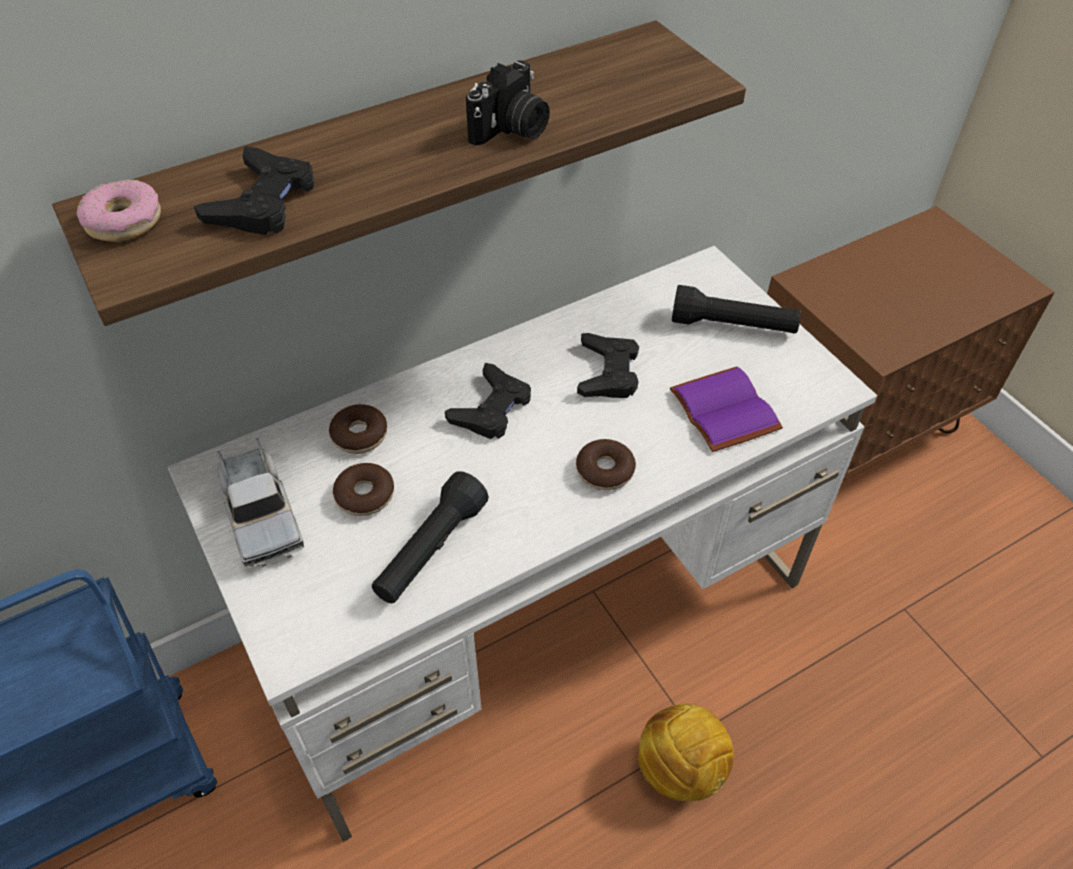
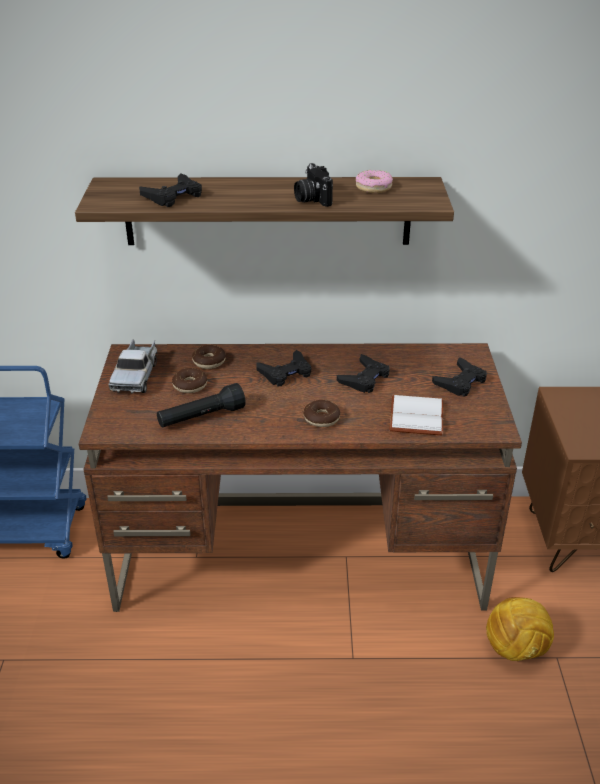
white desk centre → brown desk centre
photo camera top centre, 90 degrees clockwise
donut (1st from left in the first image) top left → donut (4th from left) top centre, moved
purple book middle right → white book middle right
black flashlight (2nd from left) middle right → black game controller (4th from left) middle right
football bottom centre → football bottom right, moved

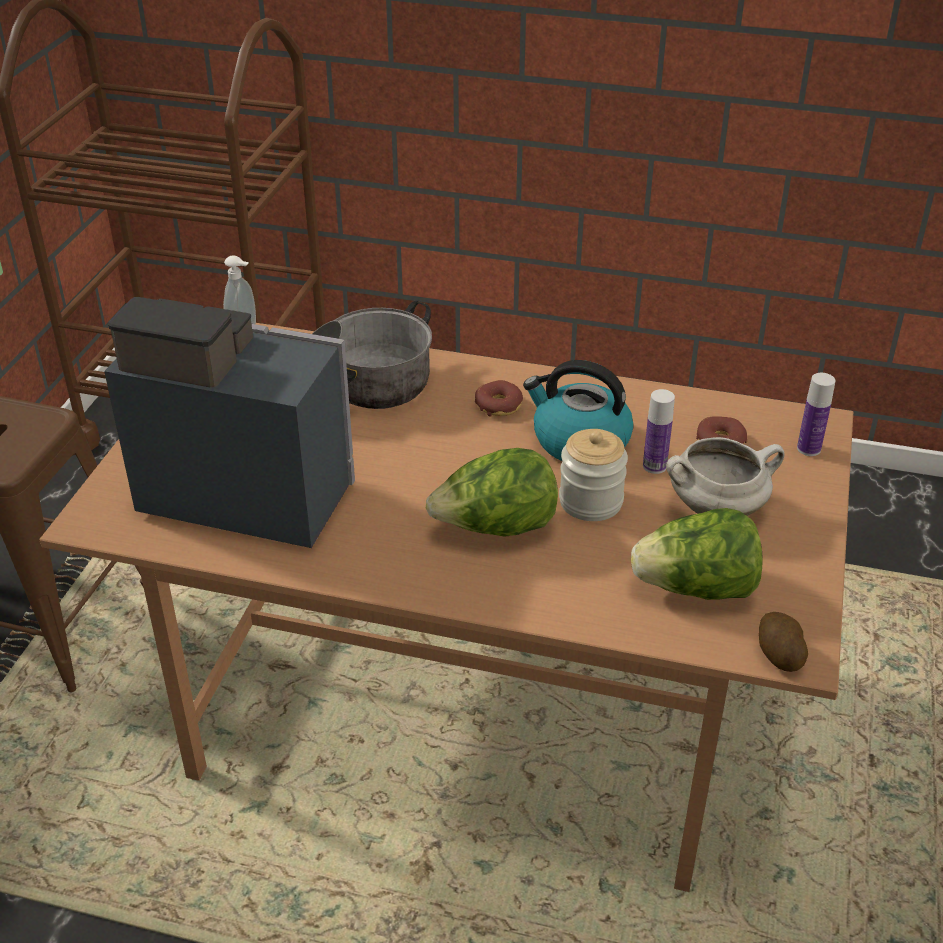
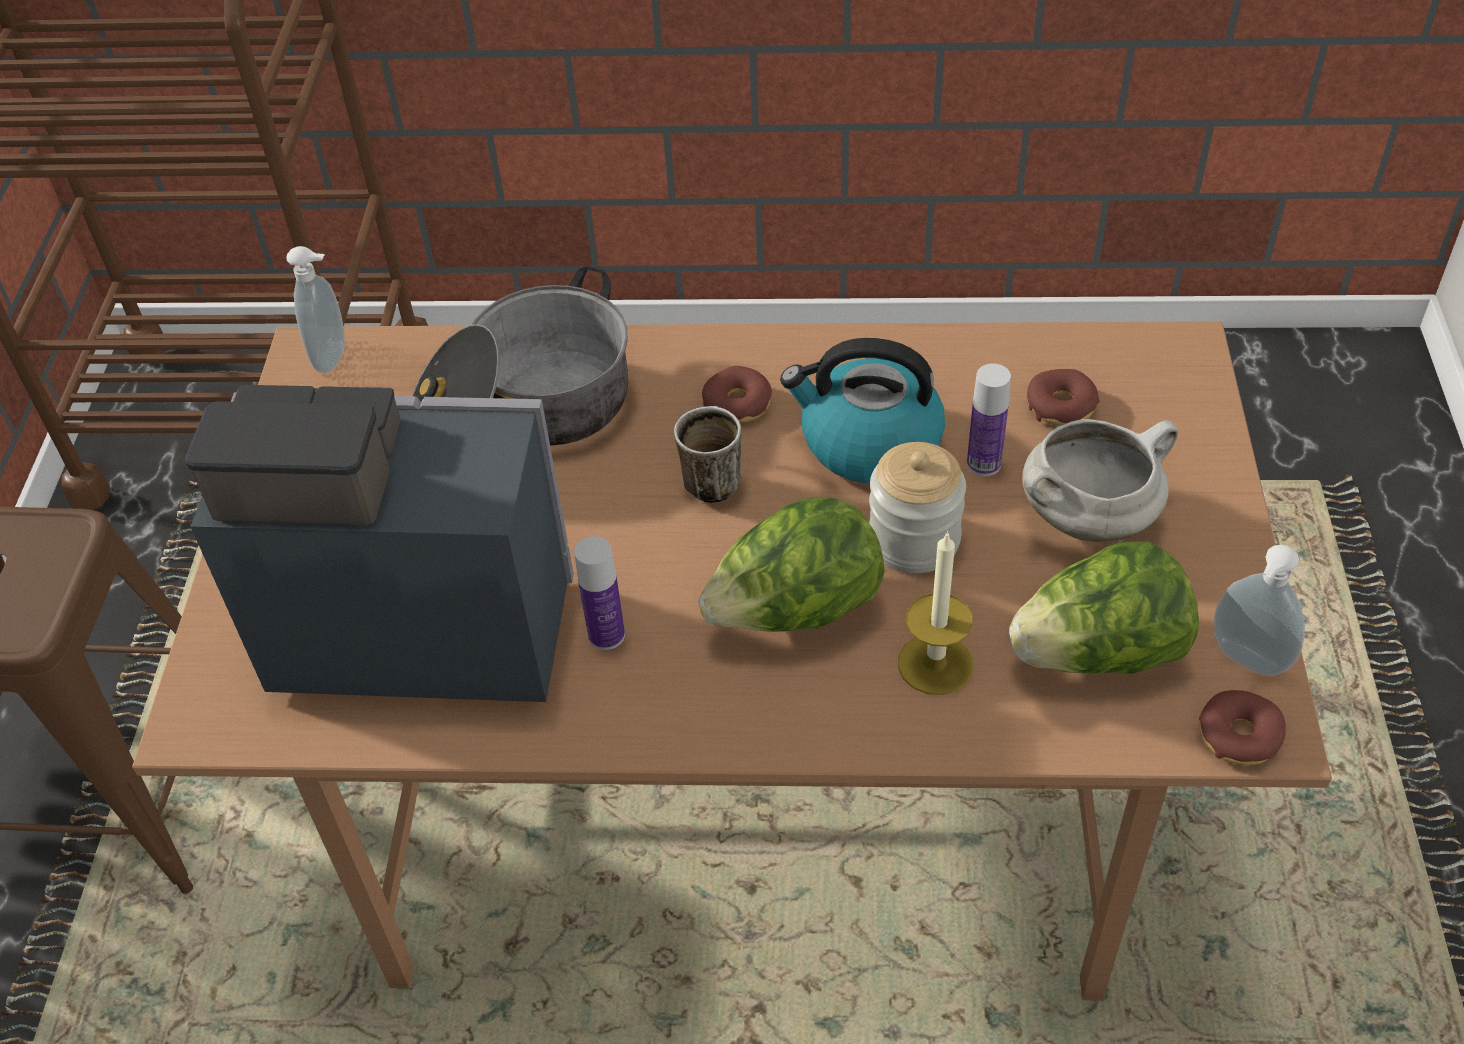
bottle (2nd from left in the first image) middle right → bottle (1st from left) centre, moved
- → mug centre
- → candle centre
potato bottom right → donut (3rd from left) bottom right
- → soap dispenser (2nd from left) middle right

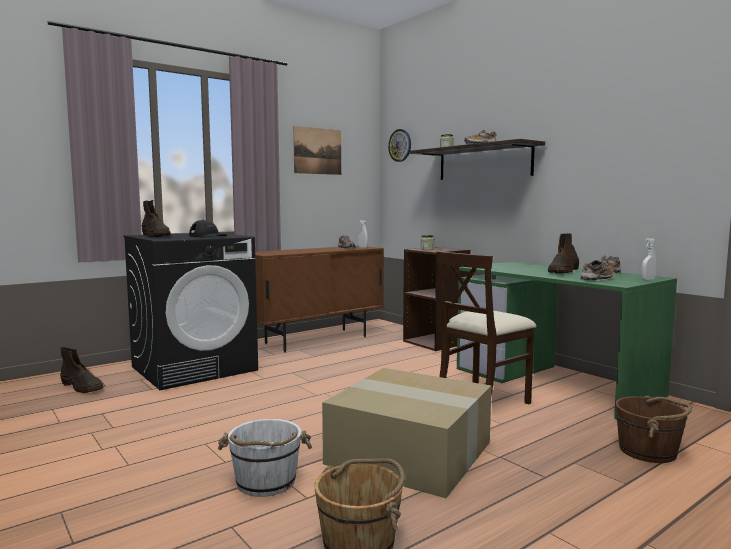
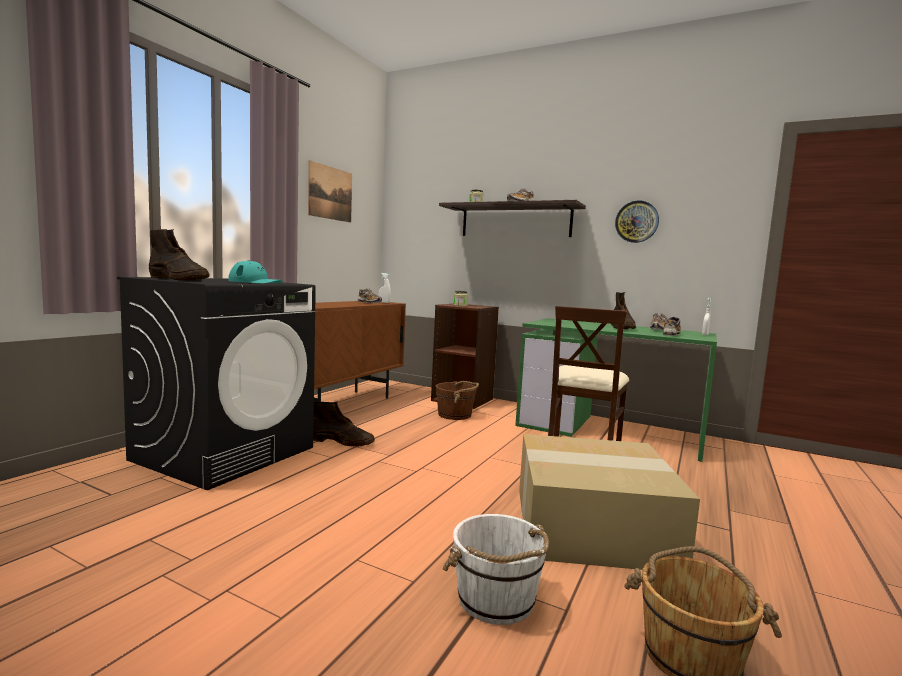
black cap middle left → turquoise cap middle left
brown boot (1st from left in the first image) bottom left → brown boot (2nd from left) centre, moved
brown bucket (2nd from left in the first image) bottom right → brown bucket (1st from left) centre, moved
wall clock top centre → wall clock top right, moved

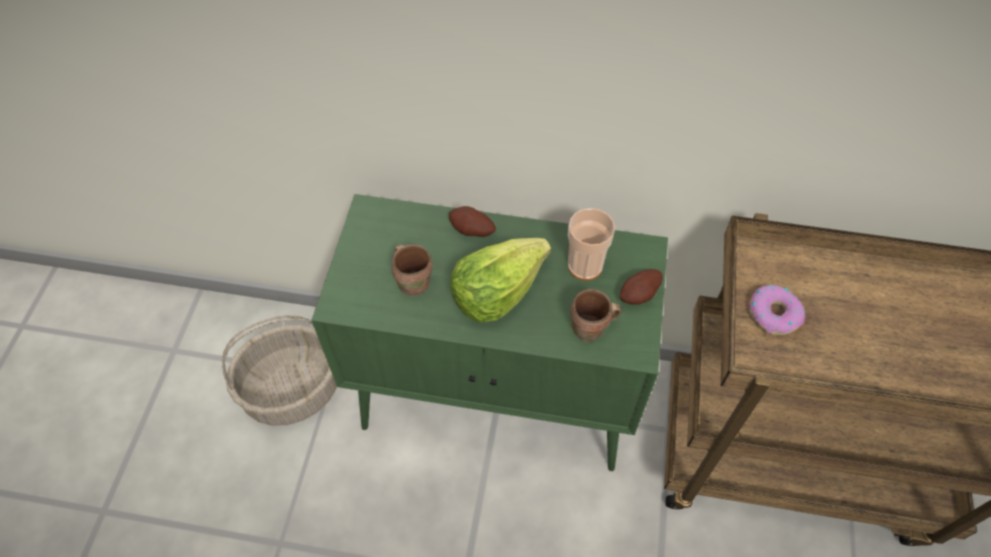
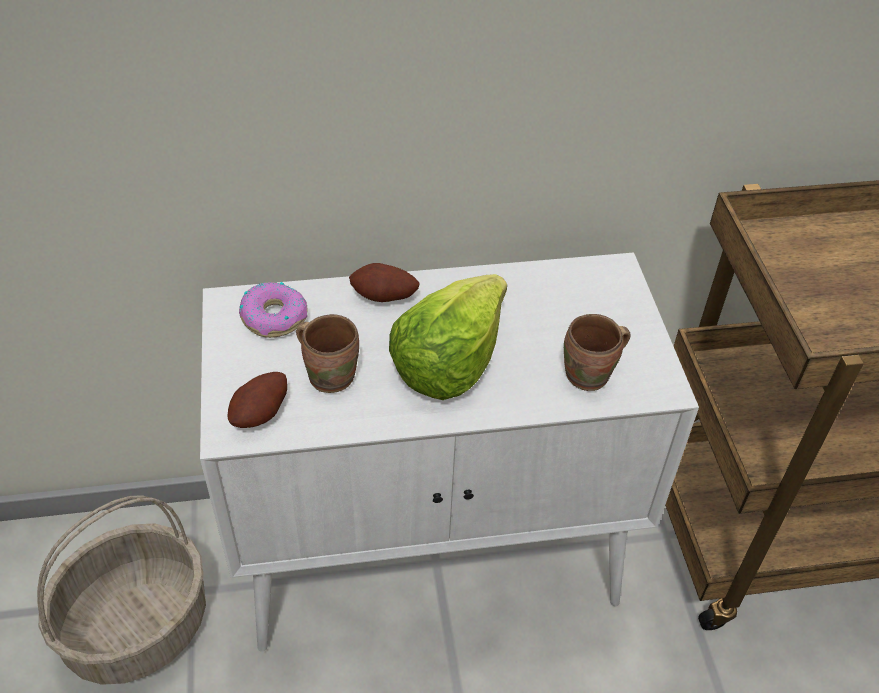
green cabinet centre → white cabinet centre
potato (2nd from left in the first image) centre → potato (1st from left) middle left, moved
donut middle right → donut middle left, moved
cup centre → -

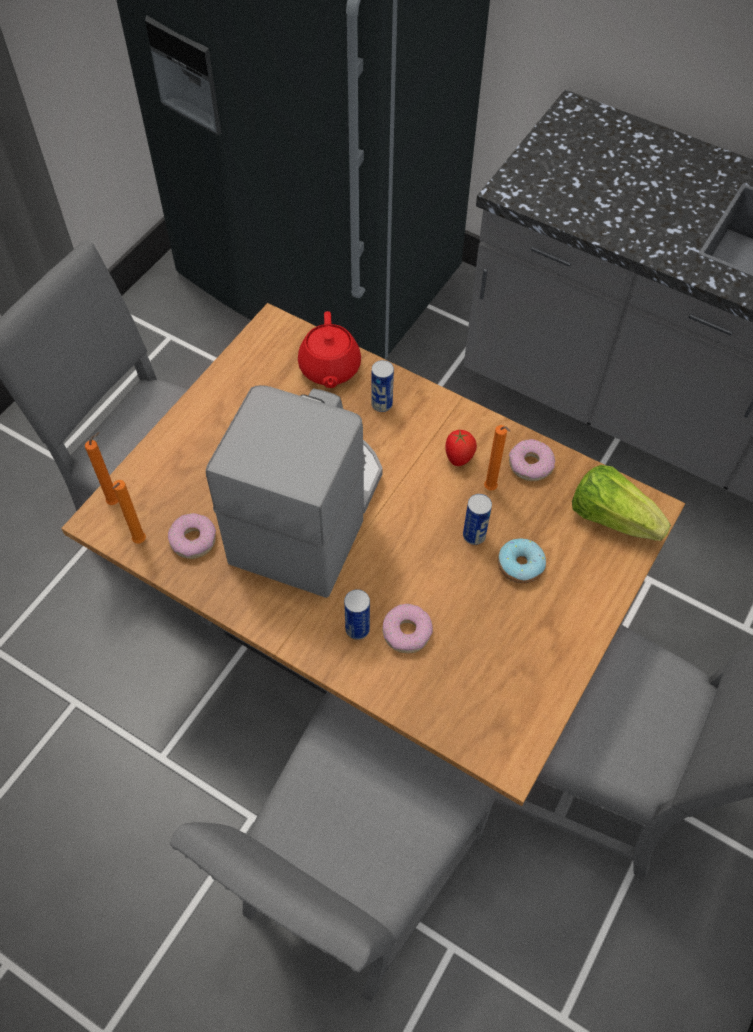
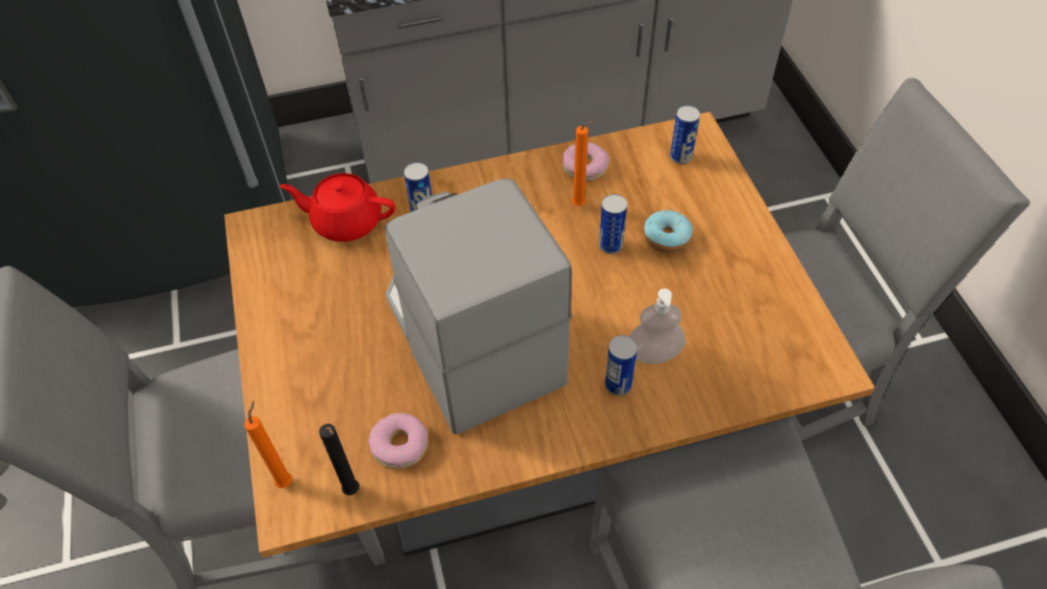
red teapot centre → red teapot middle left, 150 degrees clockwise
orange candle (2nd from left) middle left → black candle bottom left
donut (2nd from left) centre → soap dispenser centre
lettuce middle right → can (4th from left) top centre
tomato centre → -

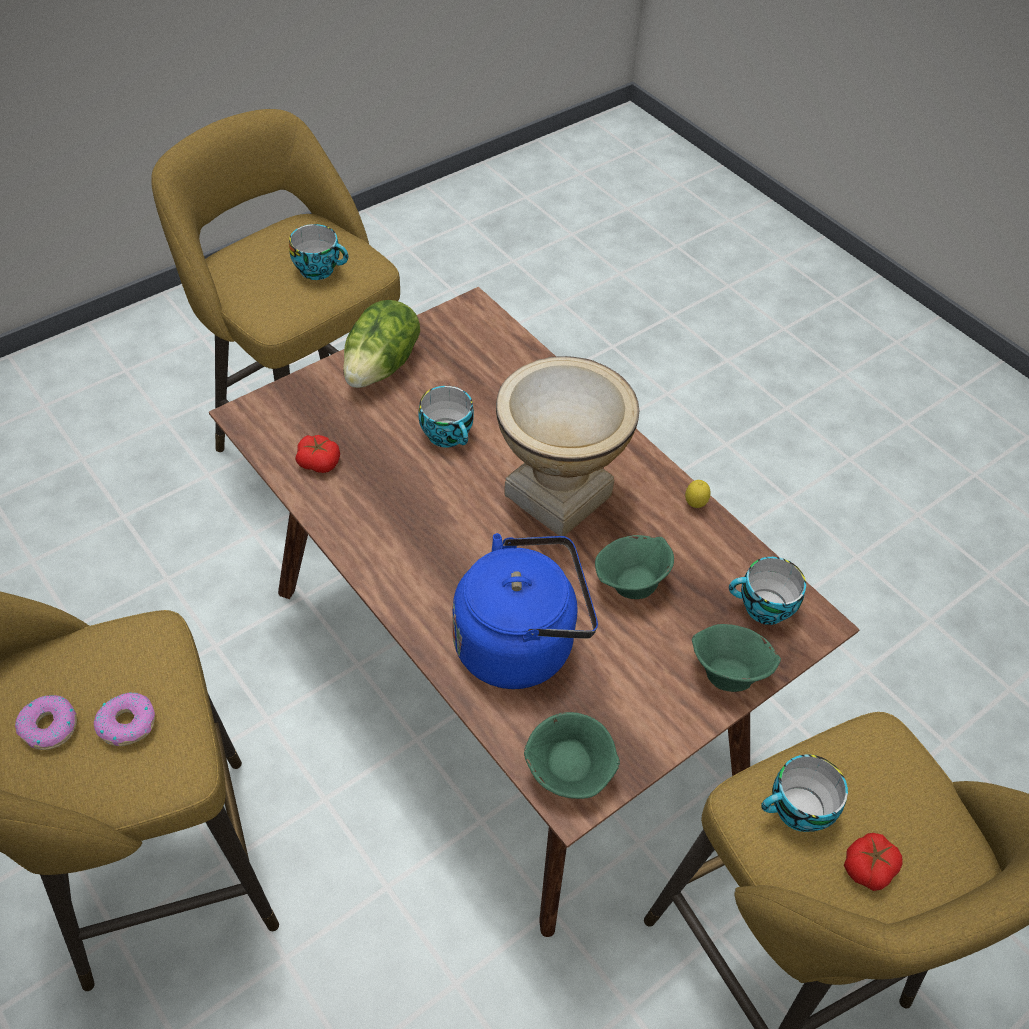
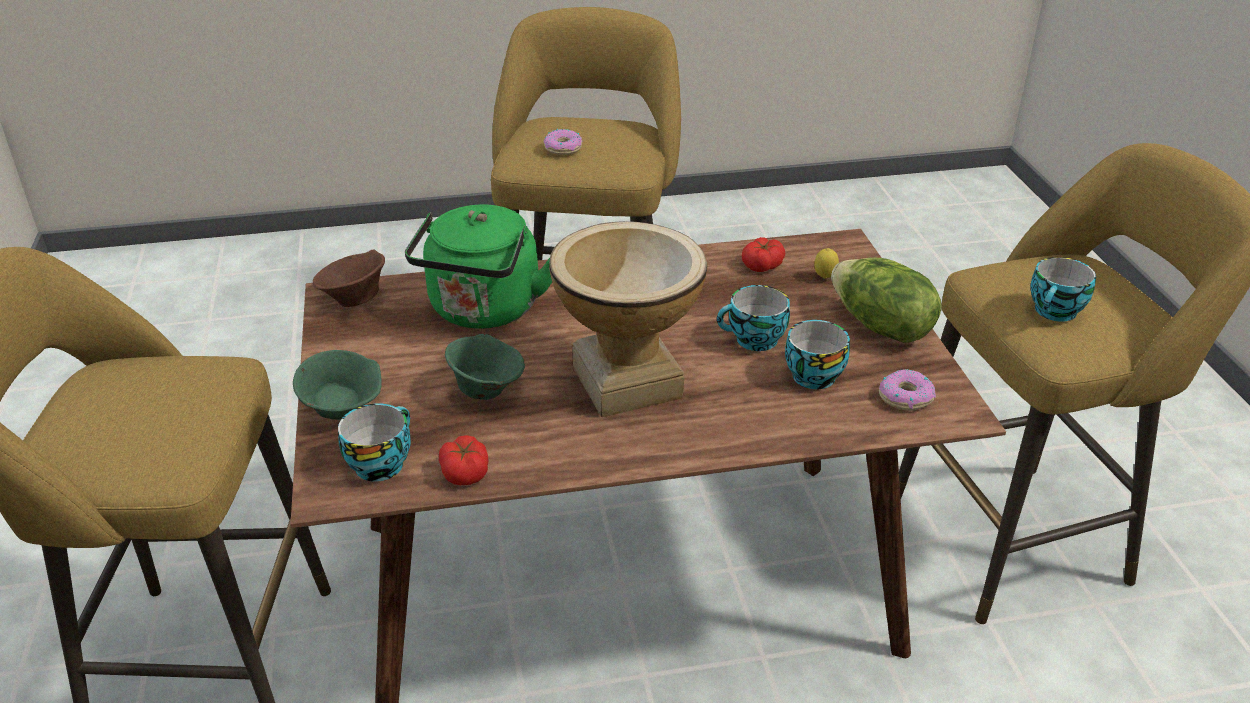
green bowl (1st from left) bottom centre → brown bowl middle left
blue kettle centre → green kettle centre
tomato (2nd from left in the first image) bottom right → tomato (1st from left) centre, moved
cup (4th from left in the first image) bottom right → cup (3rd from left) centre, moved
lemon middle right → lemon centre, moved
donut (1st from left in the first image) bottom left → donut (2nd from left) middle right, moved

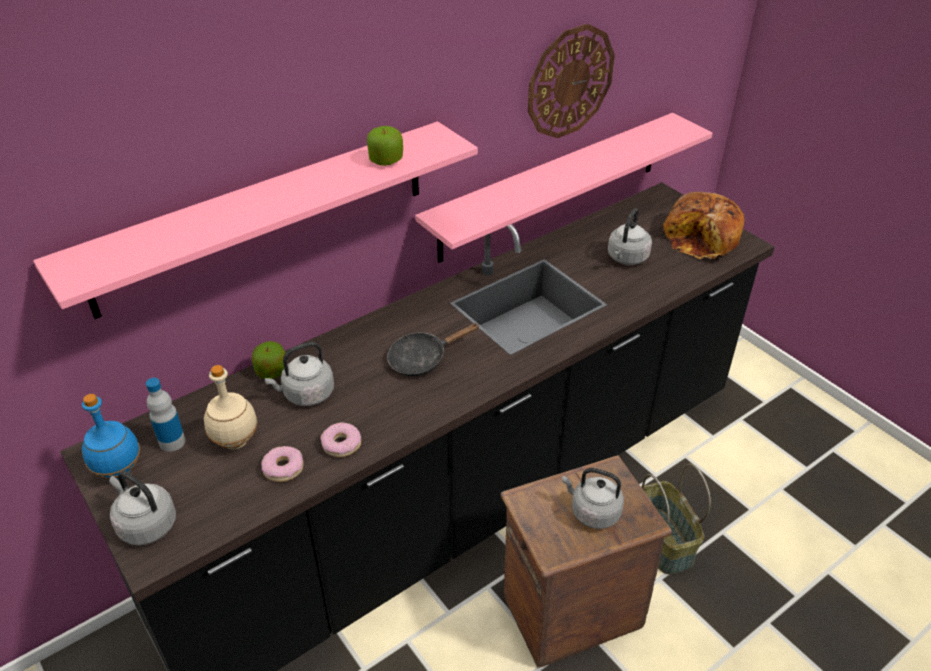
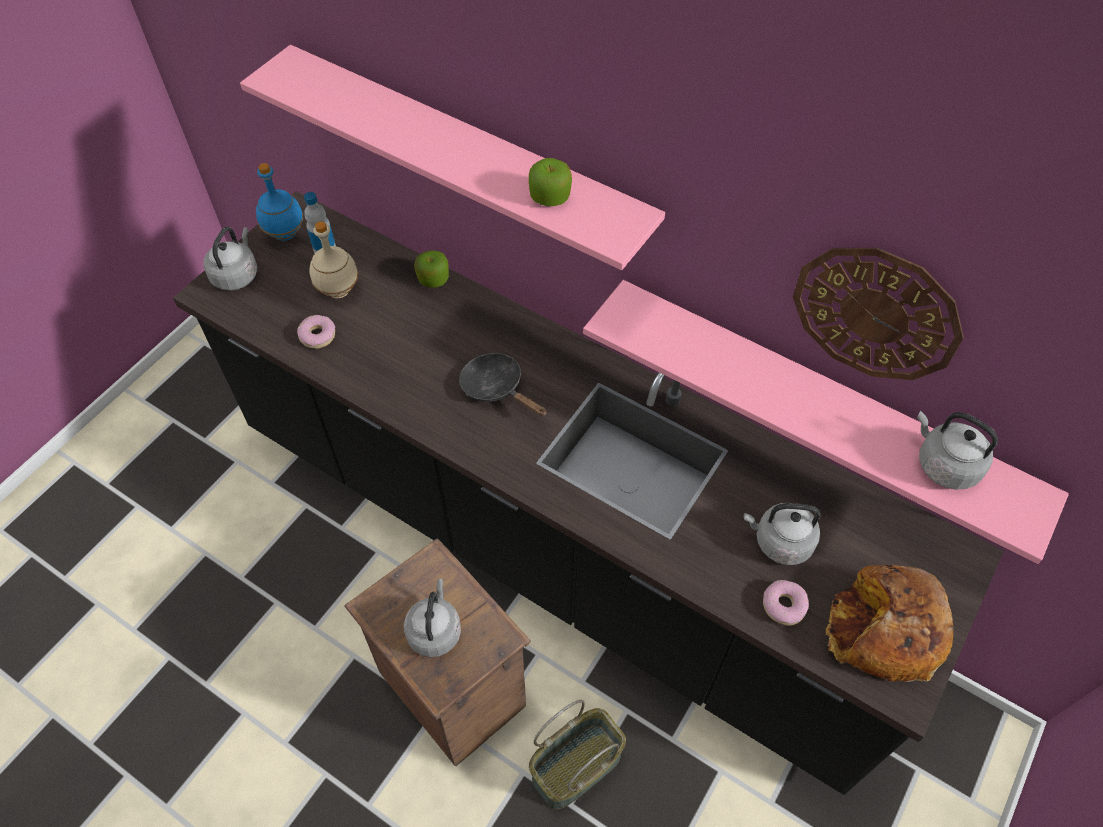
donut (2nd from left) centre → donut (2nd from left) bottom right, moved
grey kettle (2nd from left in the first image) middle left → grey kettle (4th from left) middle right, moved

